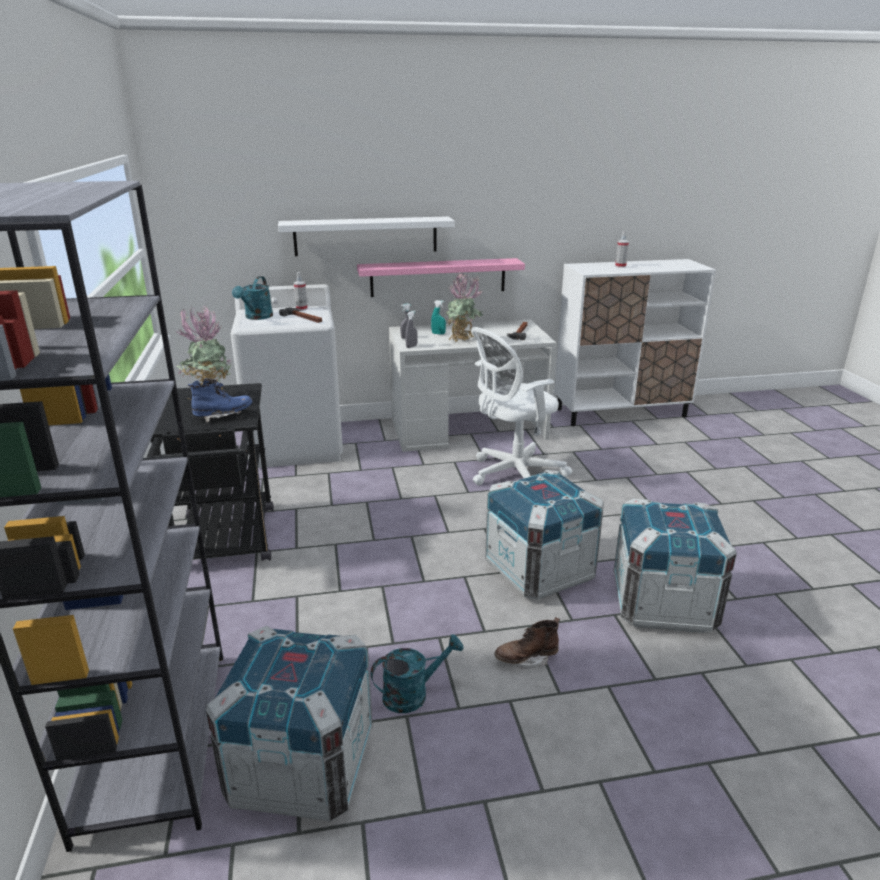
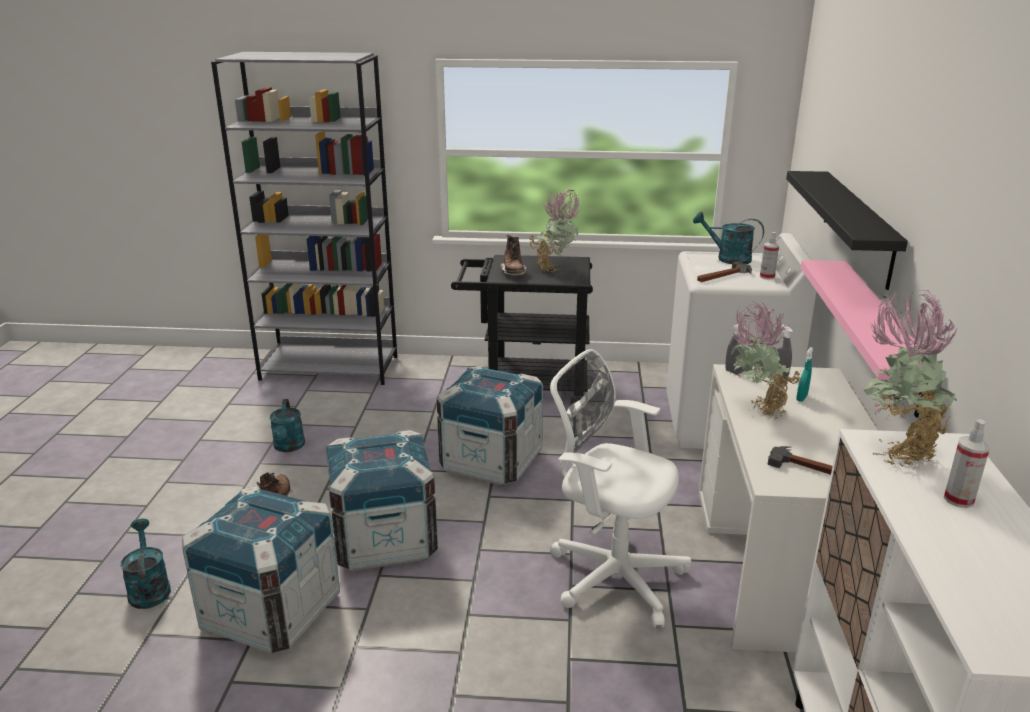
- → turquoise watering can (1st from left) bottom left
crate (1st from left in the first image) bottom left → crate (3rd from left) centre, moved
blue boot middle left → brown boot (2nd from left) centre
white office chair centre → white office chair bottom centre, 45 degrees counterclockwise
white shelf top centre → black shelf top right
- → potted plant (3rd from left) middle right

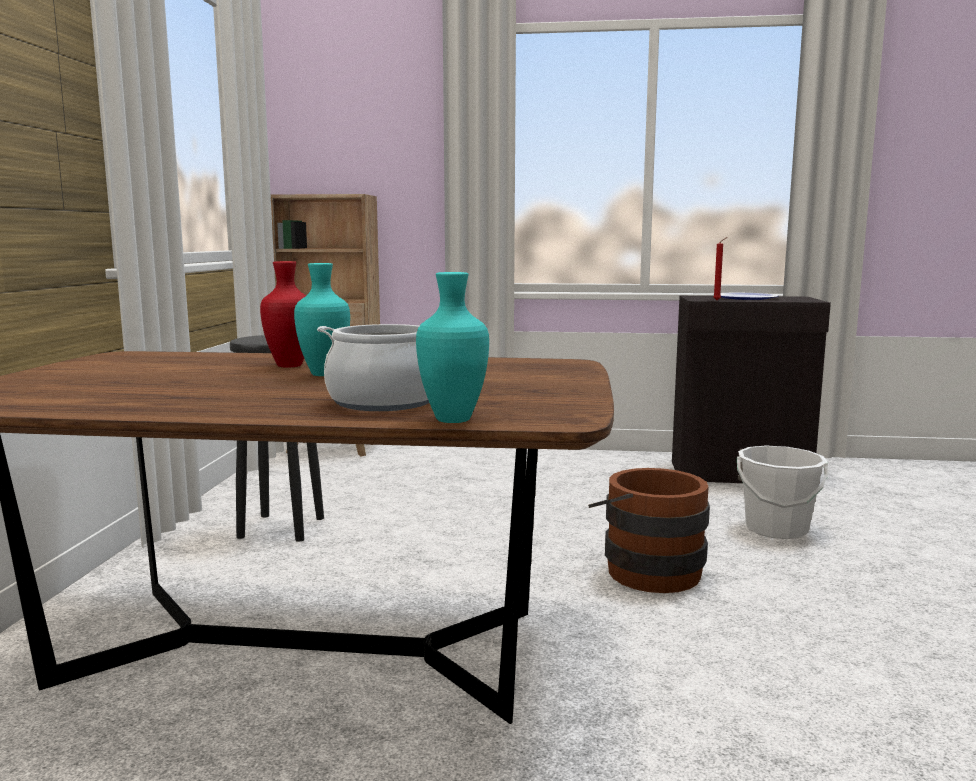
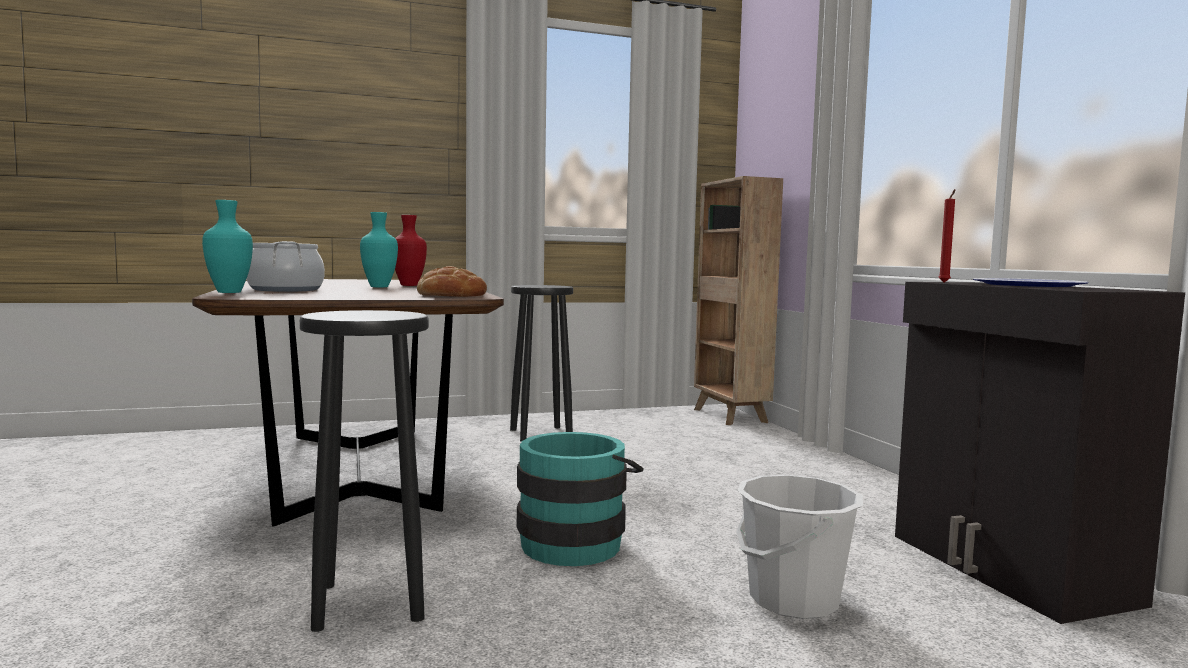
- → black stool (1st from left) bottom left
- → bread centre
brown bucket bottom centre → turquoise bucket bottom centre

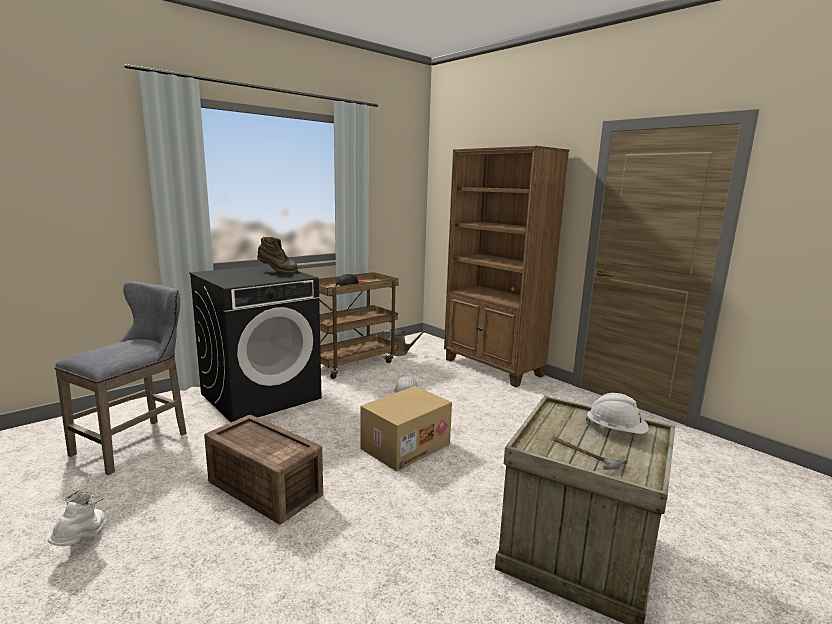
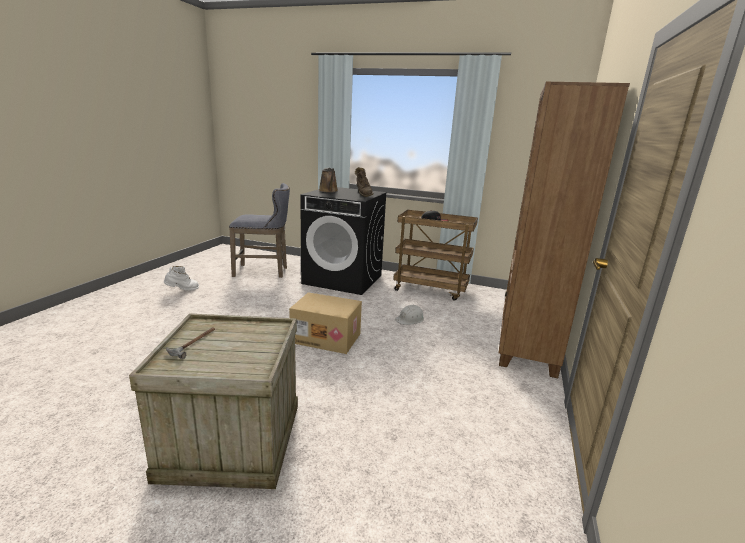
brown watering can centre → brown watering can top centre, moved
crate (1st from left) bottom left → -
white hard hat (2nd from left) middle right → -

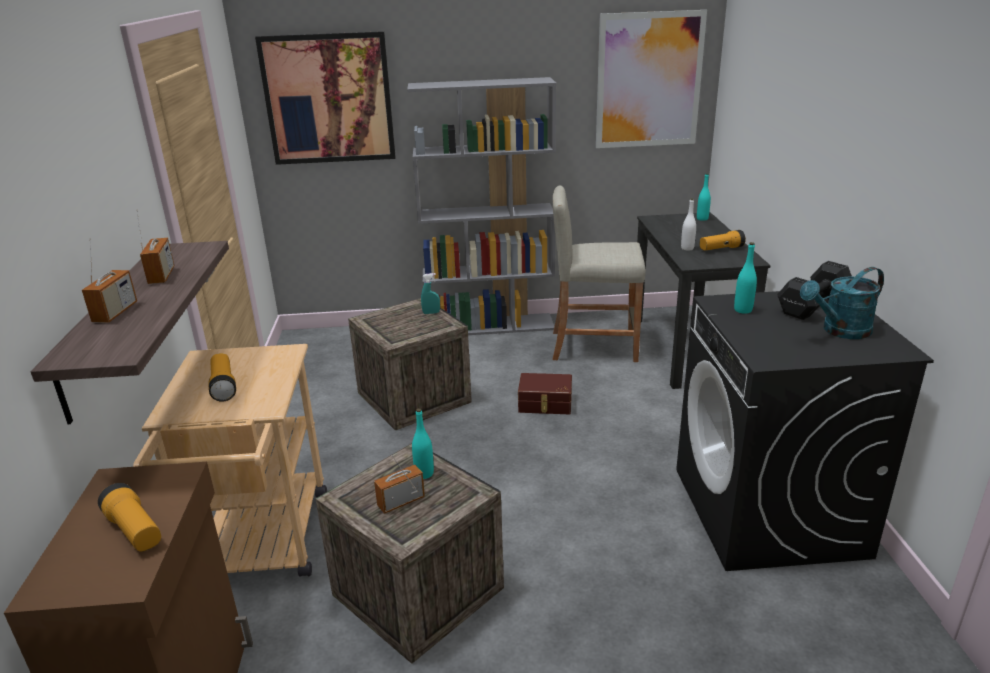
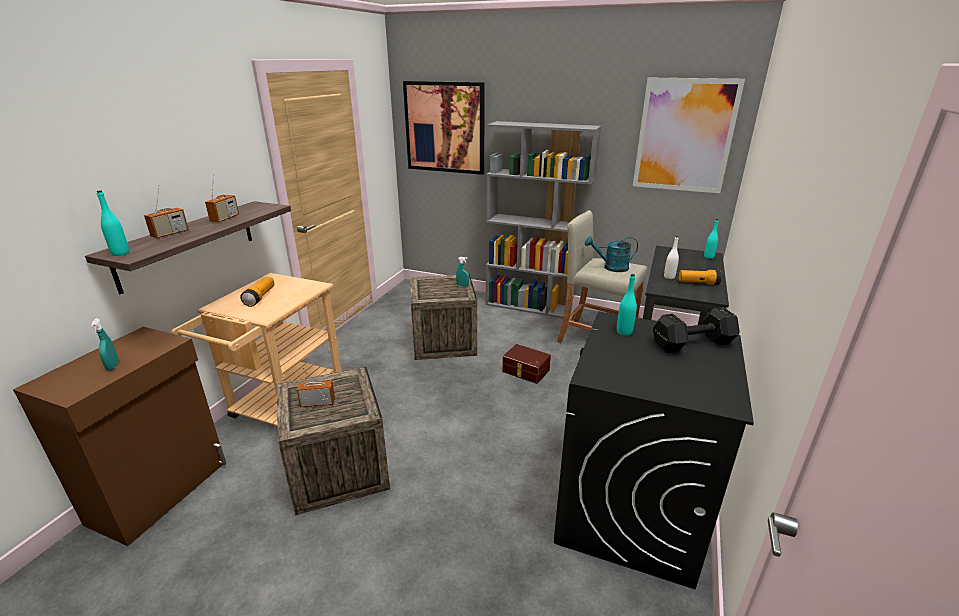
flashlight (1st from left) bottom left → turquoise spray bottle (1st from left) middle left
turquoise bottle (1st from left) centre → turquoise bottle (1st from left) middle left, moved
turquoise watering can middle right → turquoise watering can centre, moved

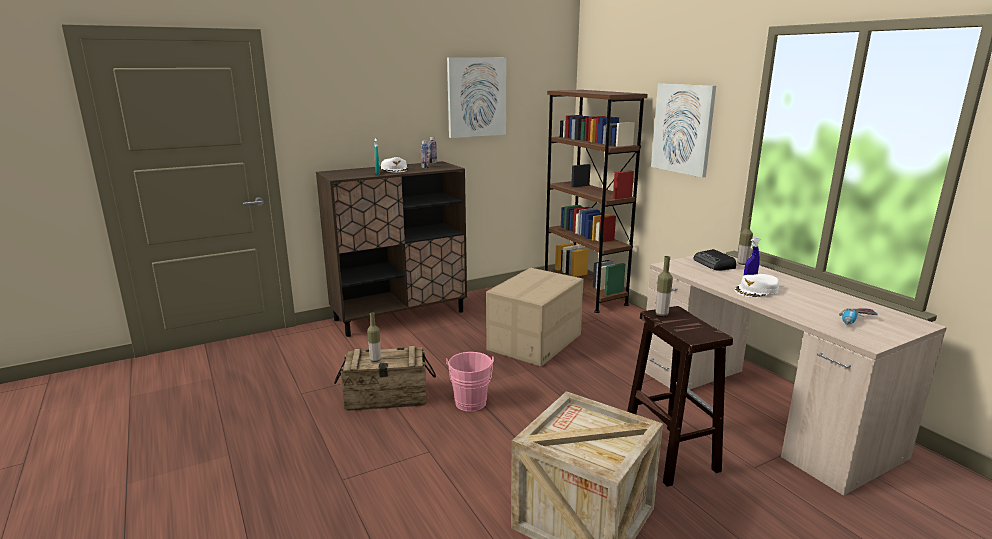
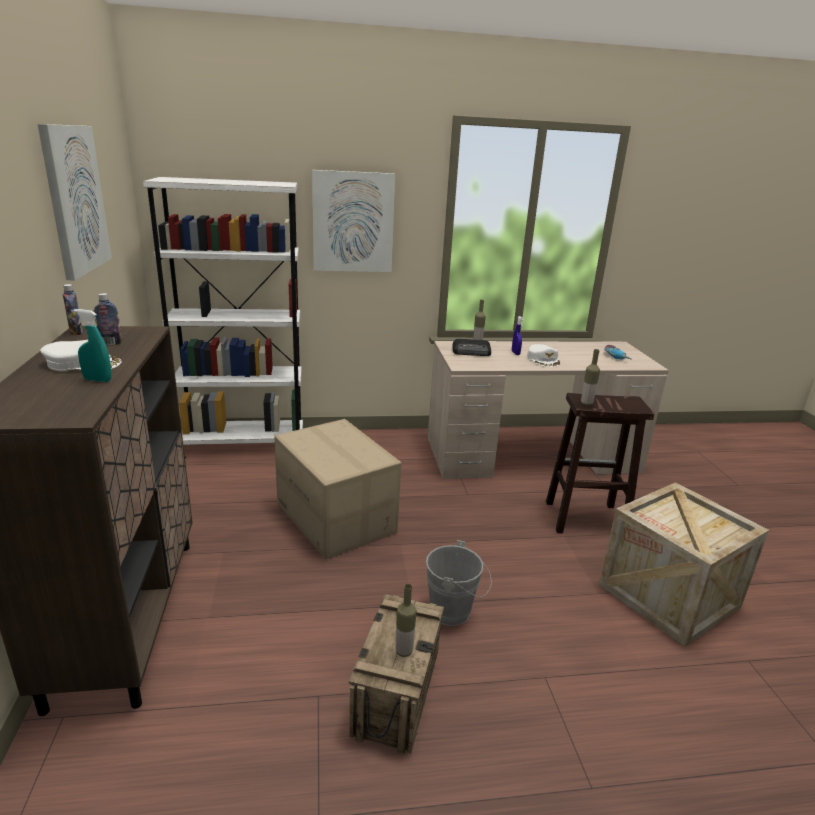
brown bookcase centre → white bookcase middle left
pink bucket bottom centre → grey bucket bottom centre

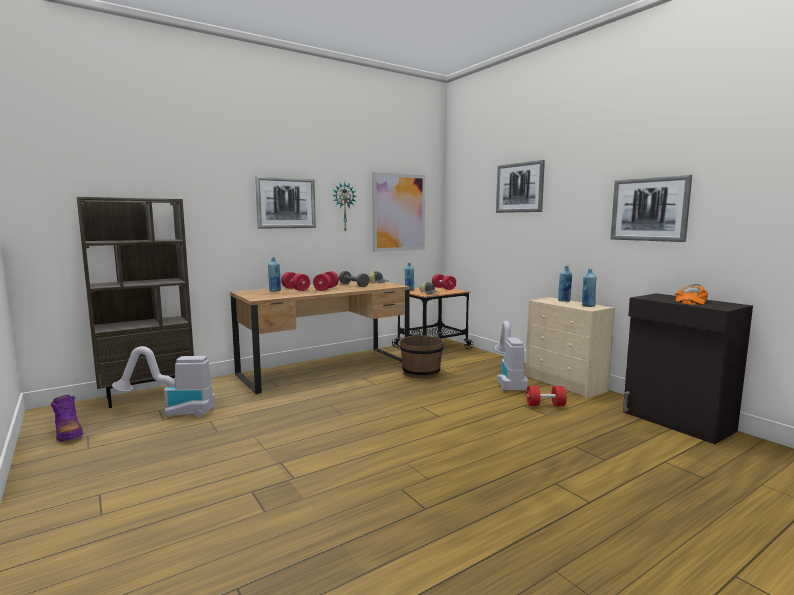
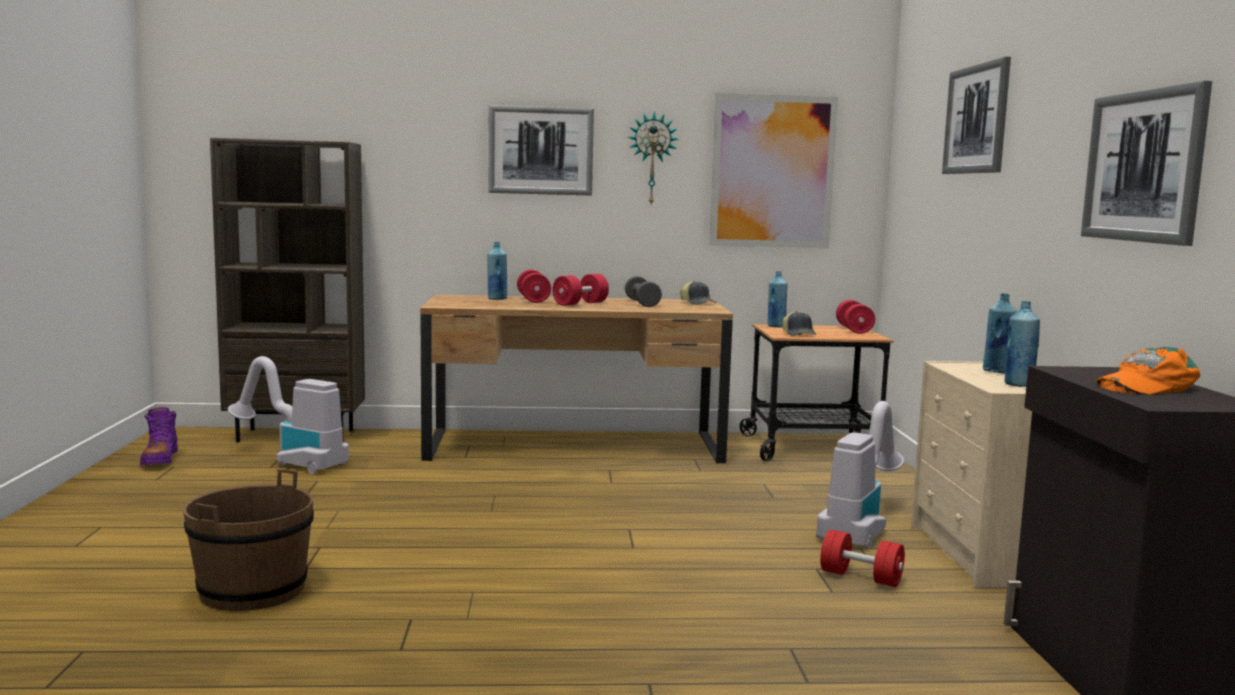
brown bucket centre → brown bucket bottom left, moved

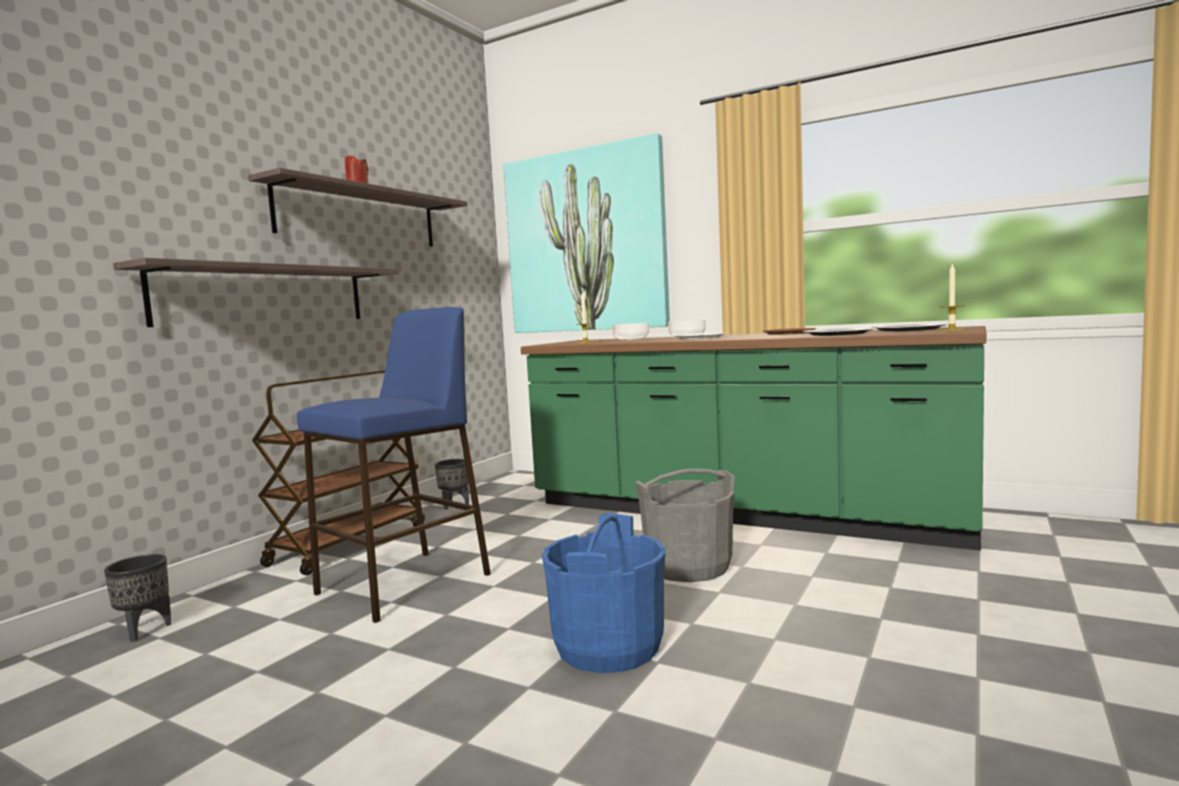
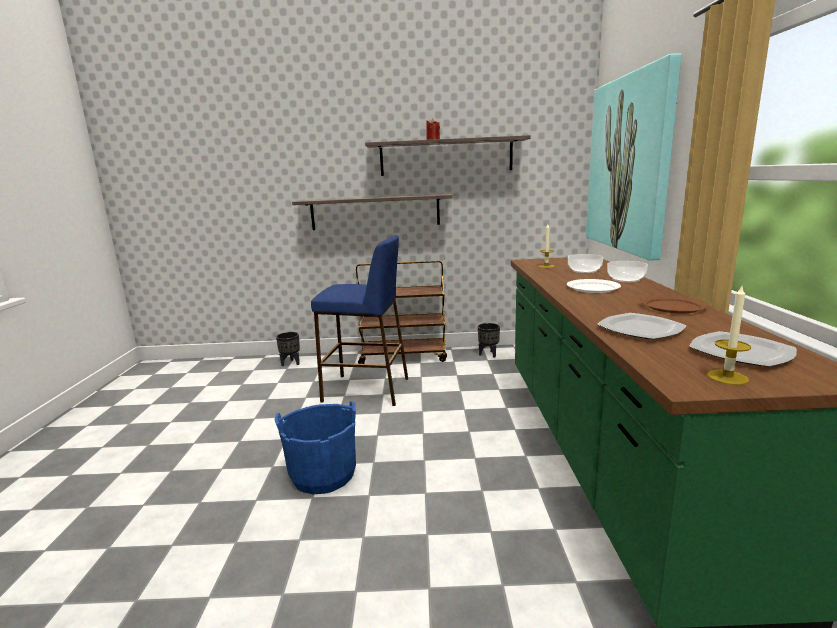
grey bucket bottom centre → -

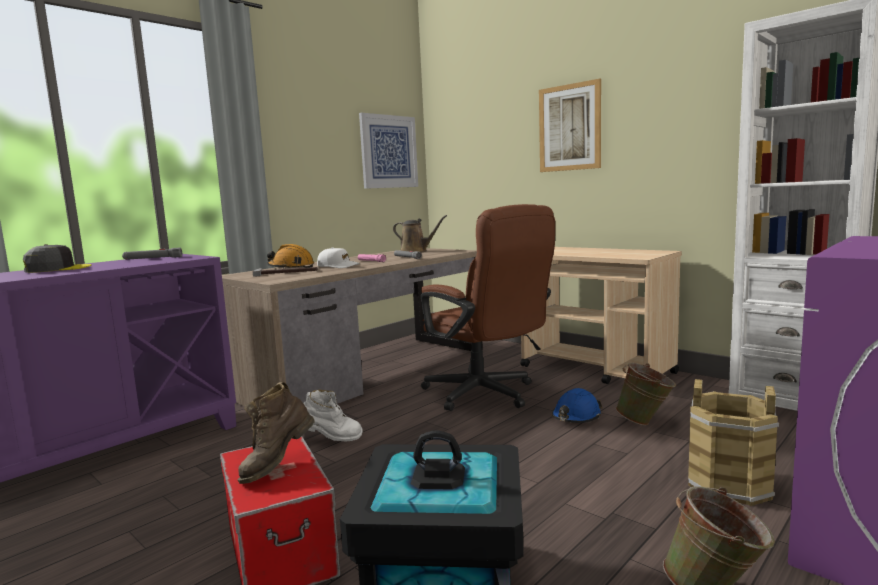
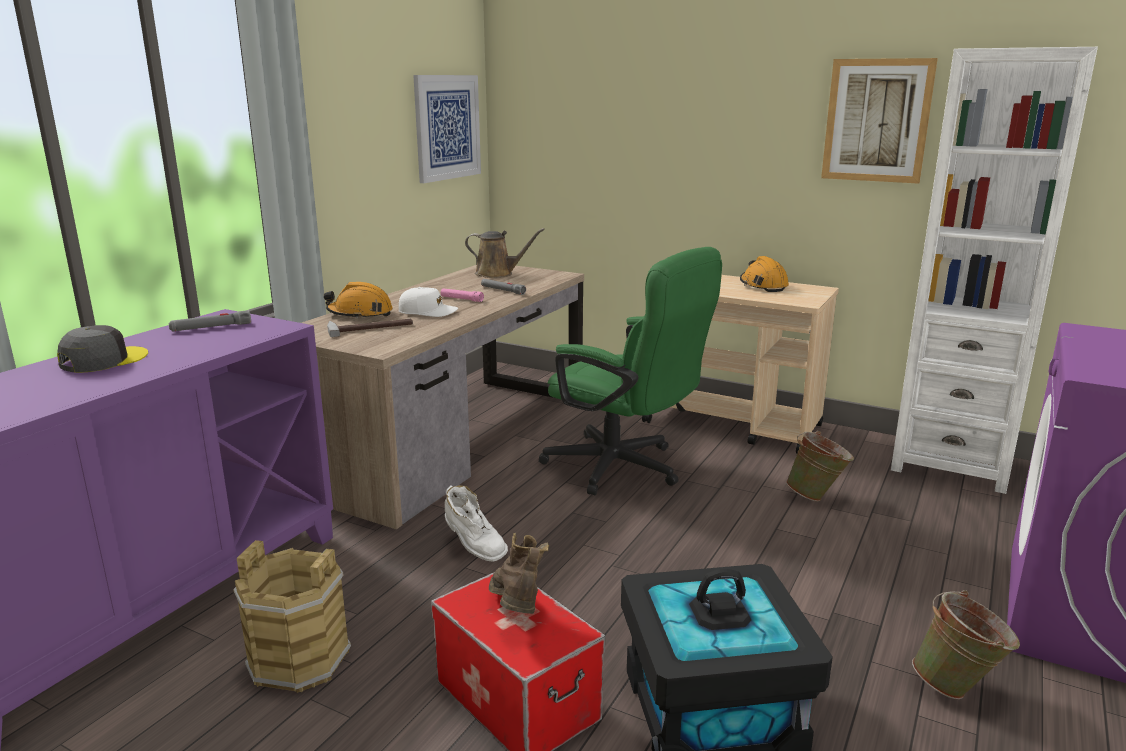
brown bucket bottom right → brown bucket bottom left, moved
white boot bottom centre, 60 degrees clockwise
brown boot bottom left → brown boot bottom centre, 150 degrees clockwise
brown office chair centre → green office chair centre
- → orange hard hat (2nd from left) middle right
picture (2nd from left) top centre → picture (2nd from left) top right, moved
blue hard hat bottom centre → -

